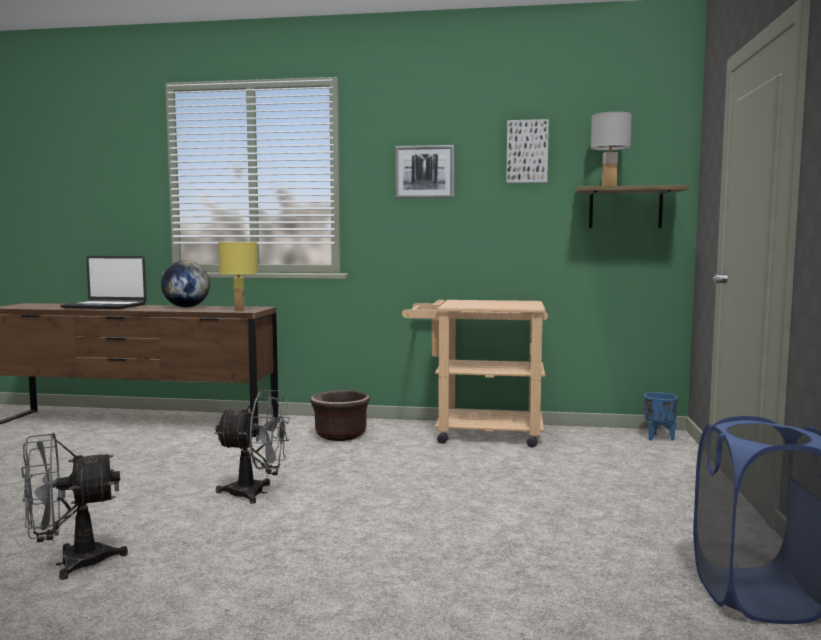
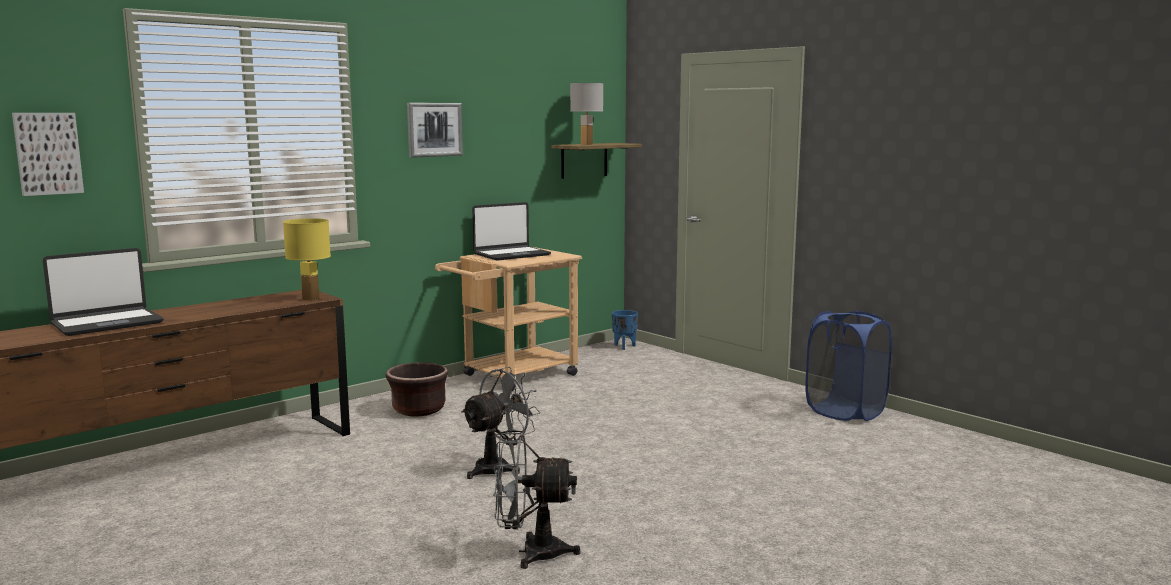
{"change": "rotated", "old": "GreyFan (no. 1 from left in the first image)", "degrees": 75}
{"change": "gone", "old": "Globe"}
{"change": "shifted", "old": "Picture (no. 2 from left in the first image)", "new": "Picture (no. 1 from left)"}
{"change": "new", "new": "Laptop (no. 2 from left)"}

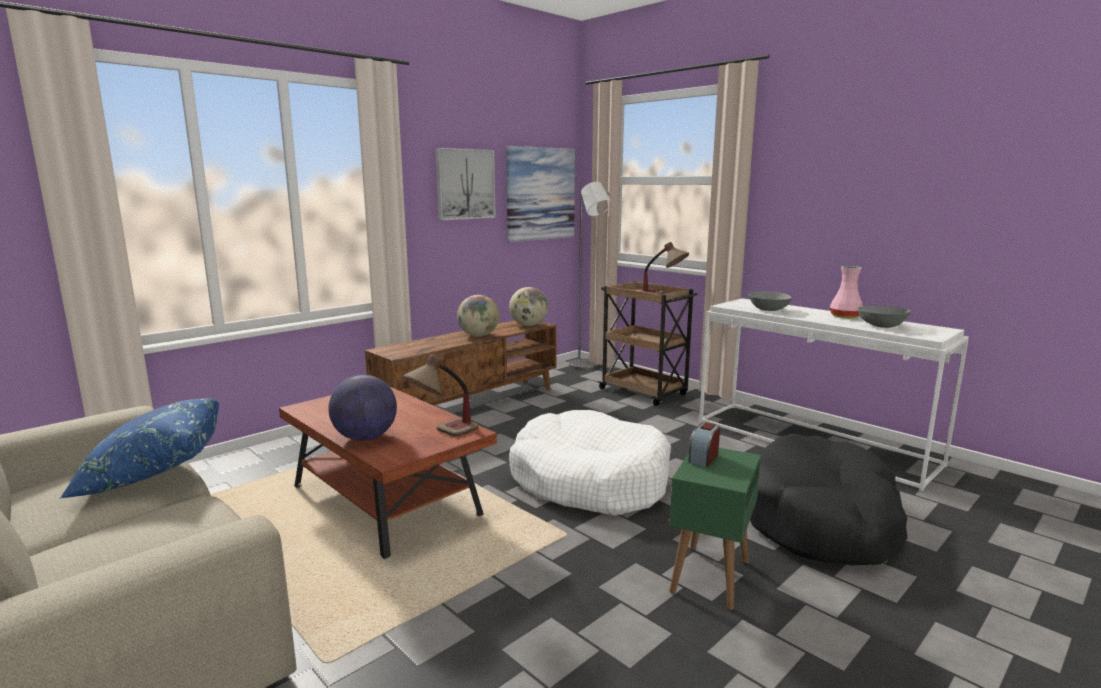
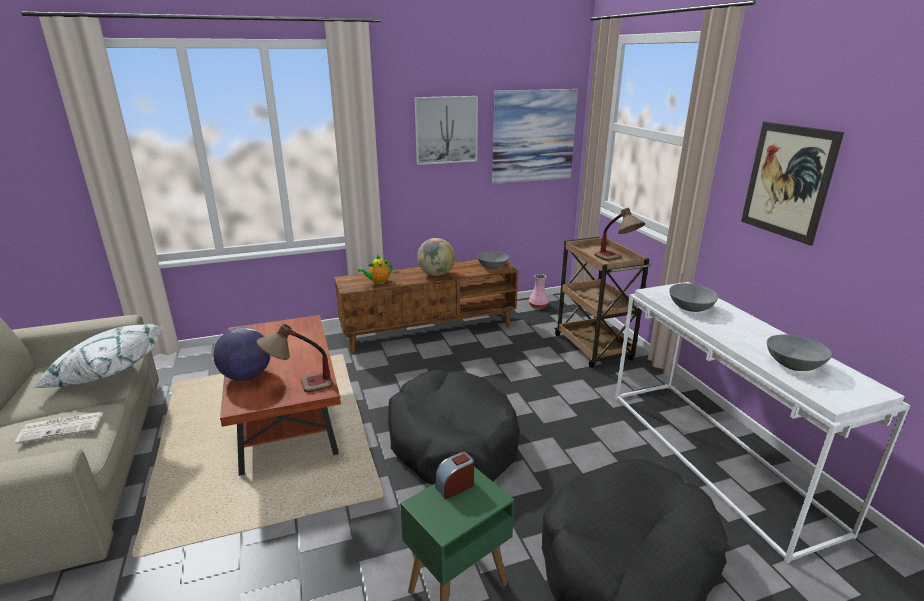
{"change": "repainted", "old": "BluePillow", "new": "WhitePillow"}
{"change": "swapped", "old": "Globe (no. 3 from left)", "new": "GreyBowl (no. 1 from left)"}
{"change": "repainted", "old": "WhiteDogBed", "new": "BlackDogBed (no. 1 from left)"}
{"change": "gone", "old": "GreyFloorLamp"}
{"change": "shifted", "old": "PinkVase"}
{"change": "new", "new": "Newspaper"}
{"change": "new", "new": "Teapot"}
{"change": "new", "new": "Picture (no. 3 from left)"}

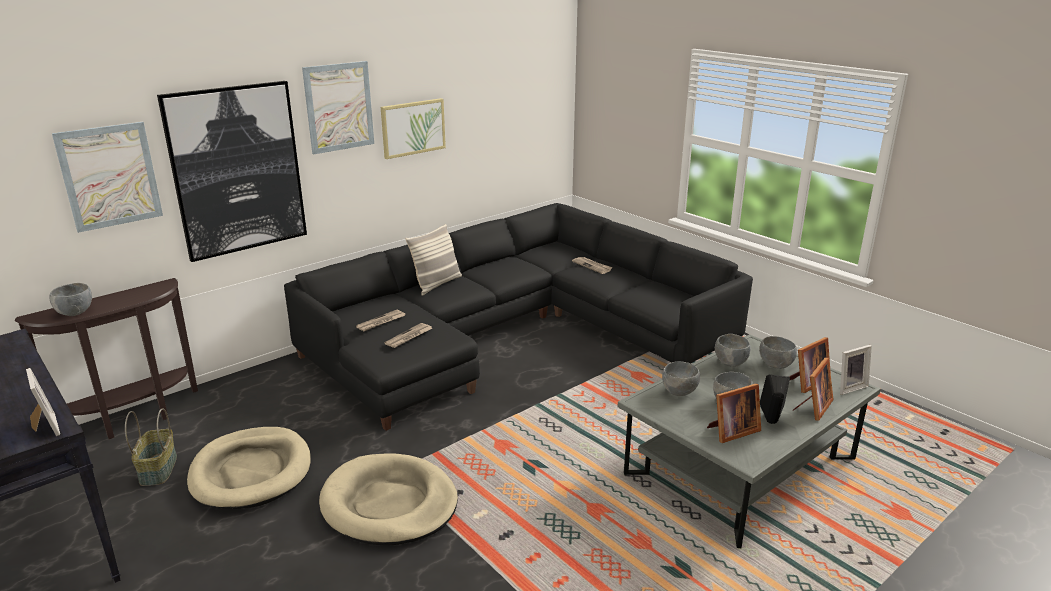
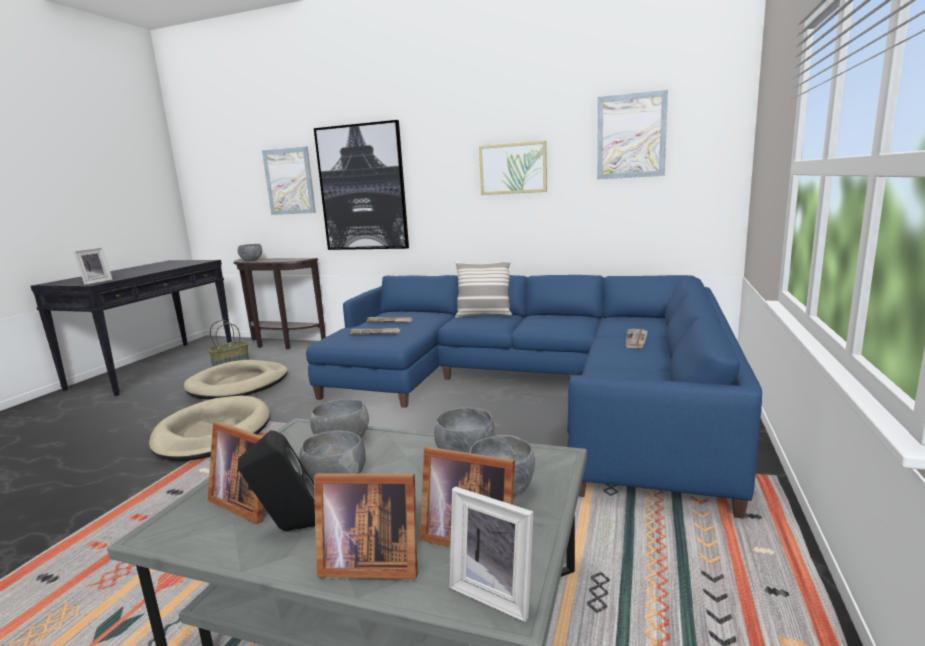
{"change": "repainted", "old": "BlackSofa", "new": "BlueSofa"}
{"change": "shifted", "old": "Picture (no. 3 from left in the first image)", "new": "Picture (no. 4 from left)"}

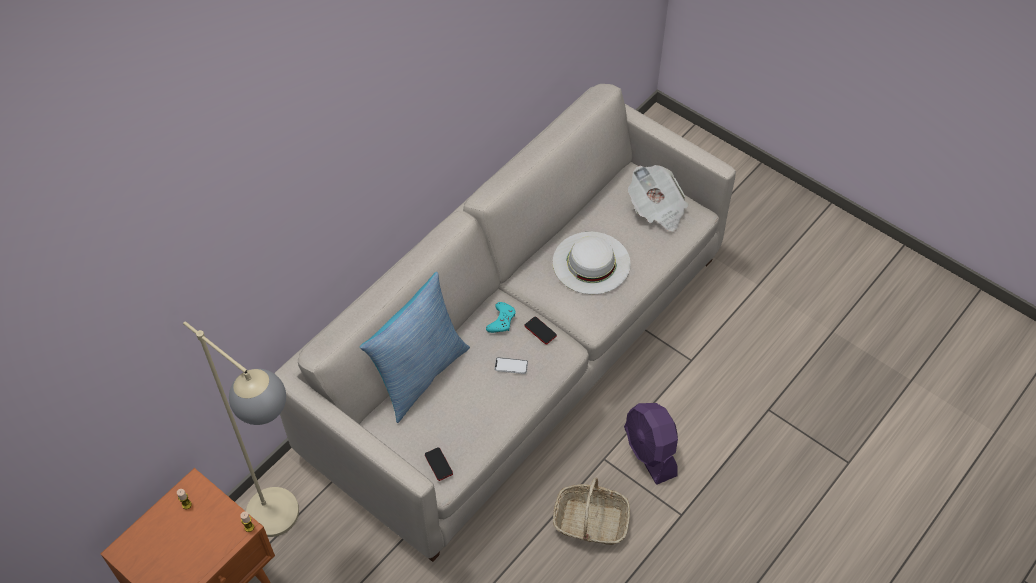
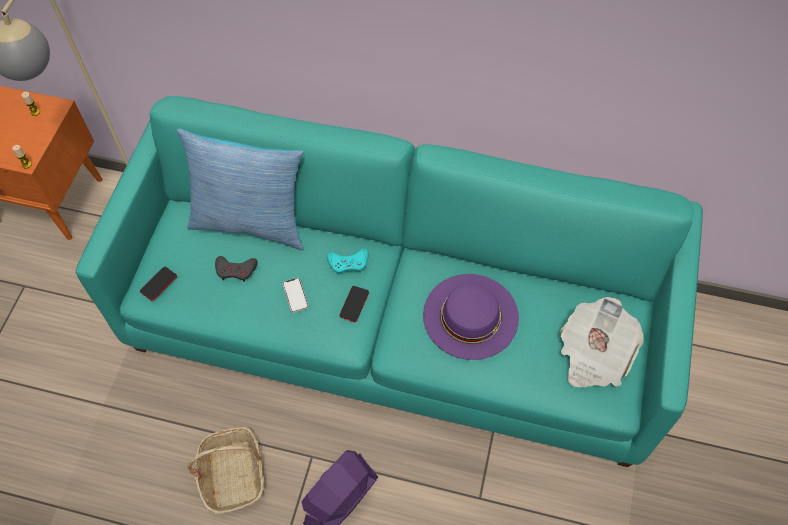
{"change": "repainted", "old": "BeigeSofa", "new": "TurquoiseSofa"}
{"change": "repainted", "old": "WhiteHat", "new": "PurpleHat"}
{"change": "new", "new": "GreyGameController"}

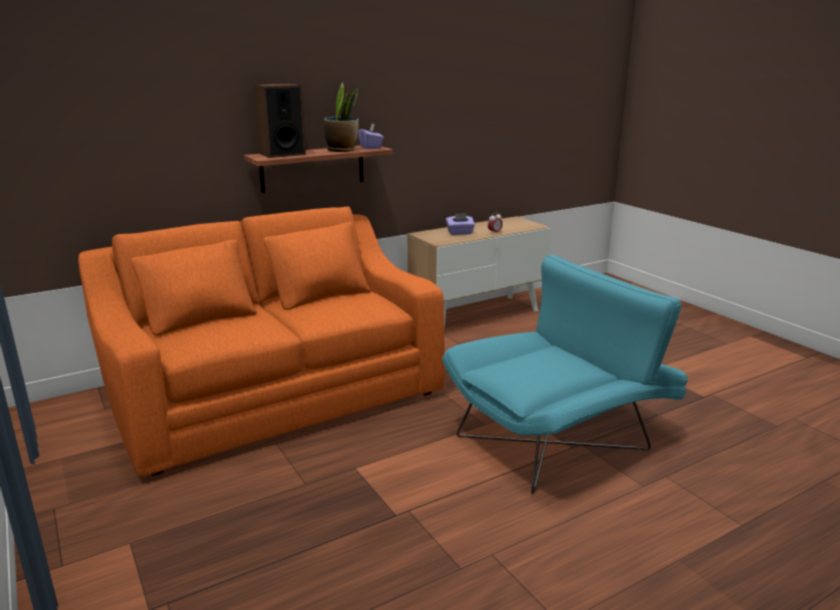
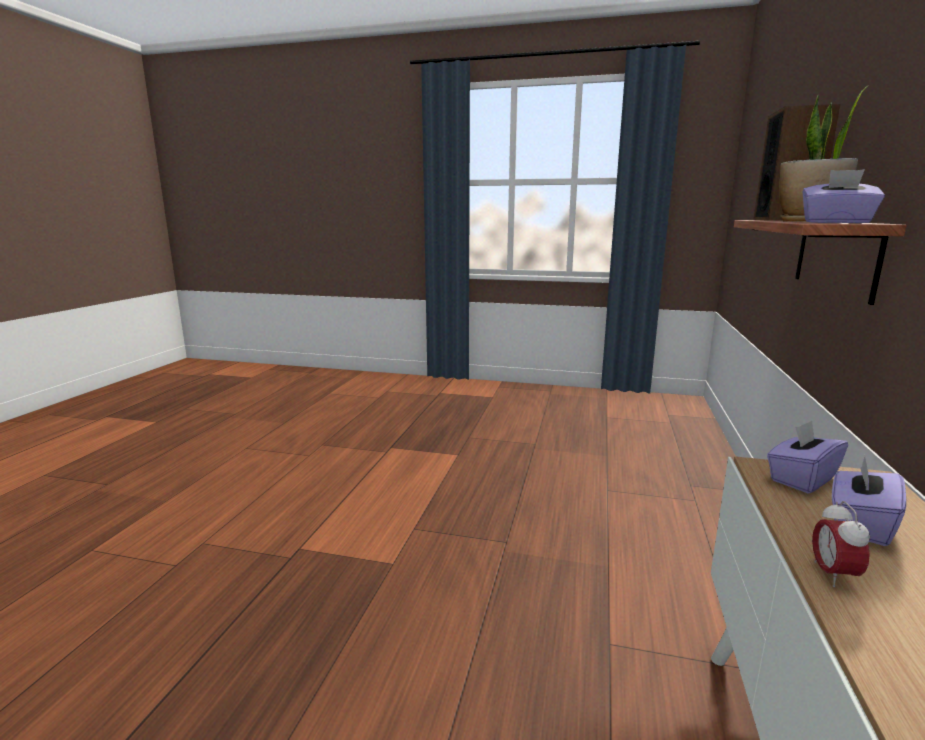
{"change": "gone", "old": "OrangeSofa"}
{"change": "gone", "old": "TurquoiseArmchair"}
{"change": "new", "new": "PurpleTissueBox (no. 1 from left)"}

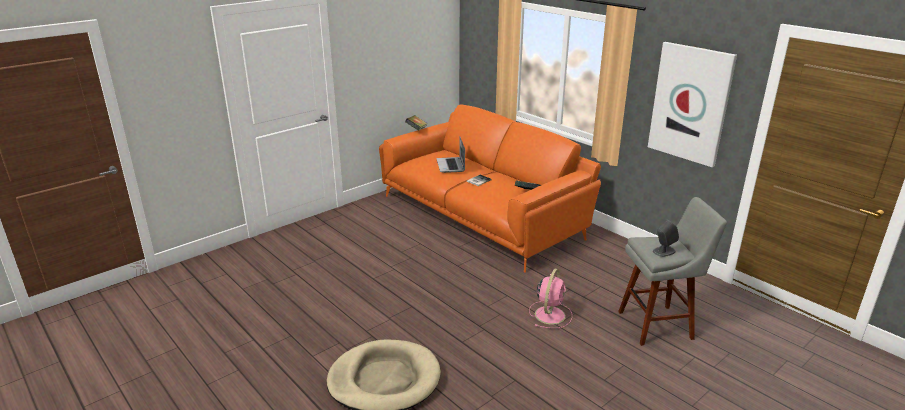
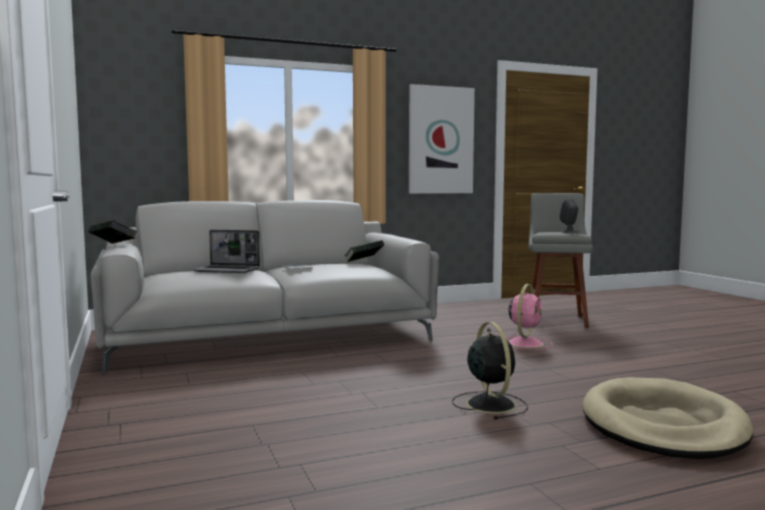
{"change": "repainted", "old": "OrangeSofa", "new": "GreySofa"}
{"change": "rotated", "old": "PinkFan", "degrees": 75}
{"change": "new", "new": "BlackFan"}

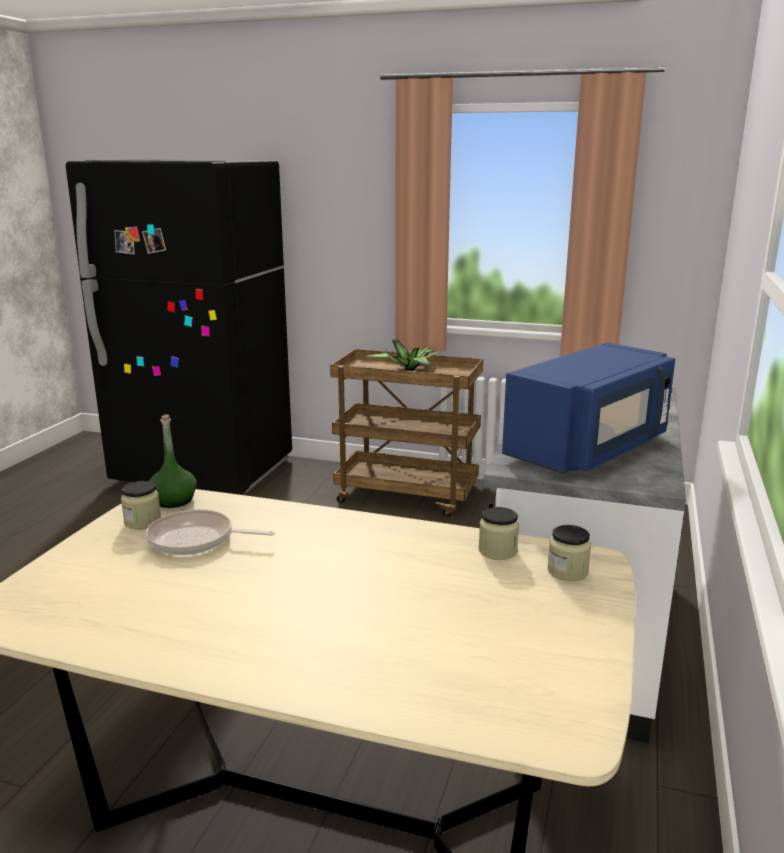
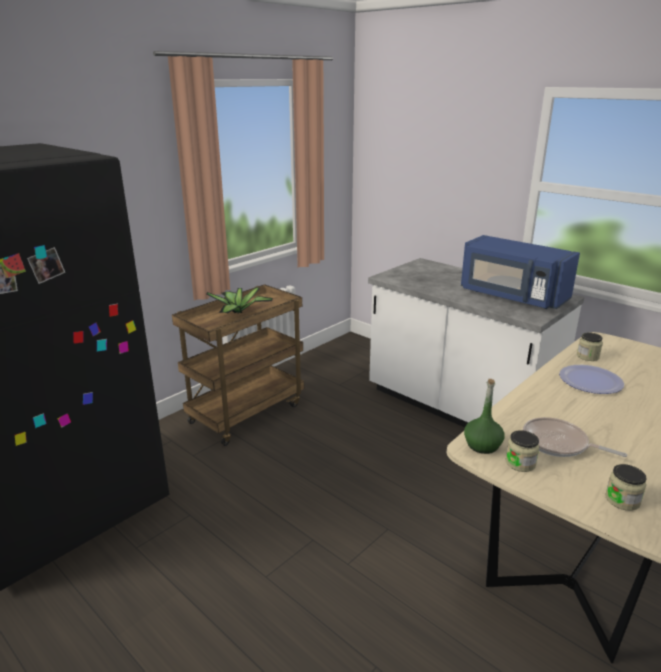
{"change": "rotated", "old": "FryingPan", "degrees": 90}
{"change": "rotated", "old": "BlueMicrowave", "degrees": 150}
{"change": "shifted", "old": "Jar (no. 3 from left)"}
{"change": "new", "new": "Plate"}

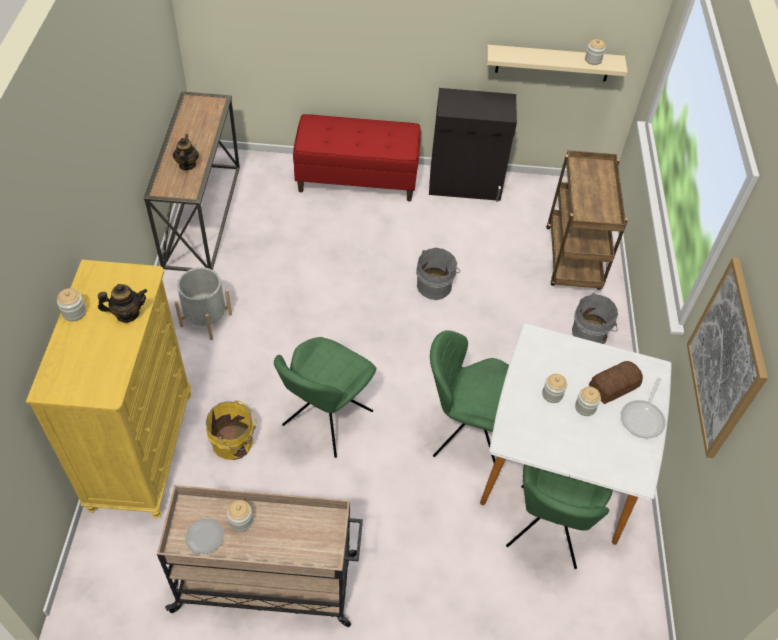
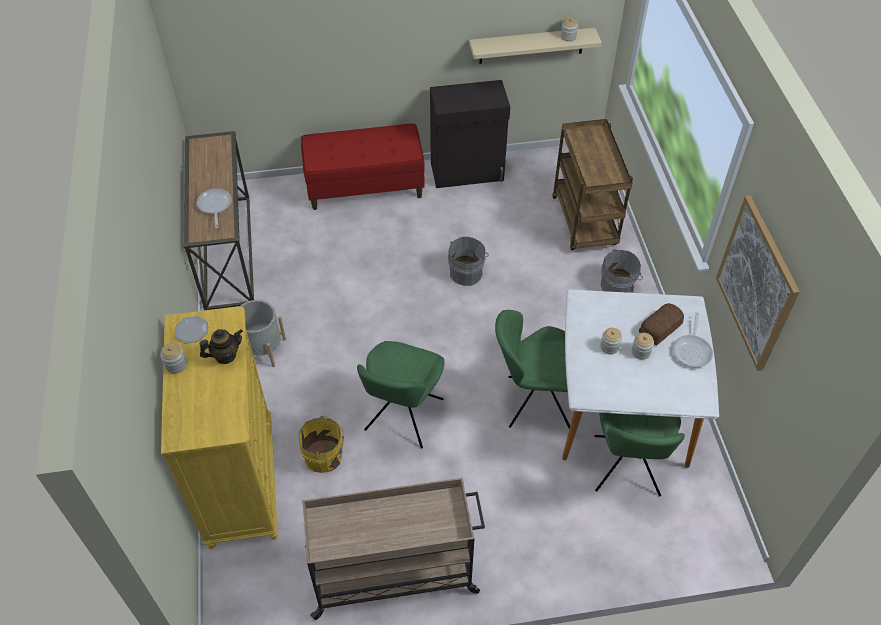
{"change": "swapped", "old": "Teapot (no. 2 from left)", "new": "FryingPan (no. 1 from left)"}
{"change": "shifted", "old": "Plate"}
{"change": "gone", "old": "Jar (no. 2 from left)"}

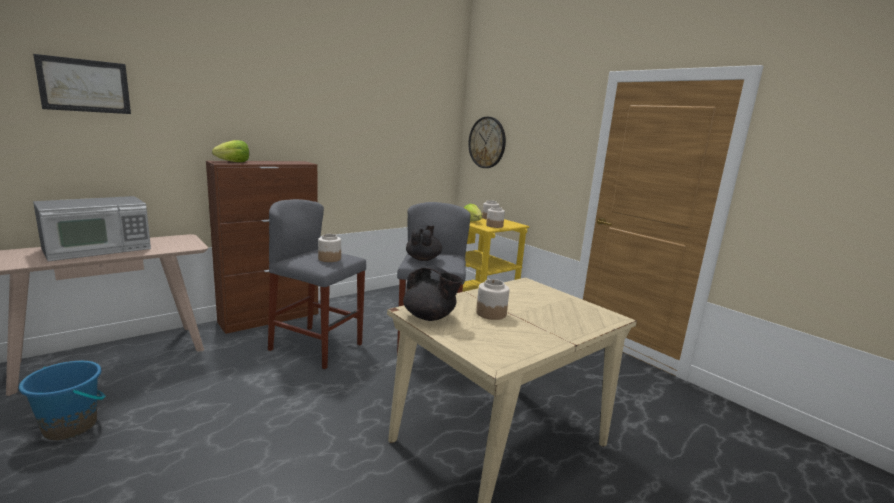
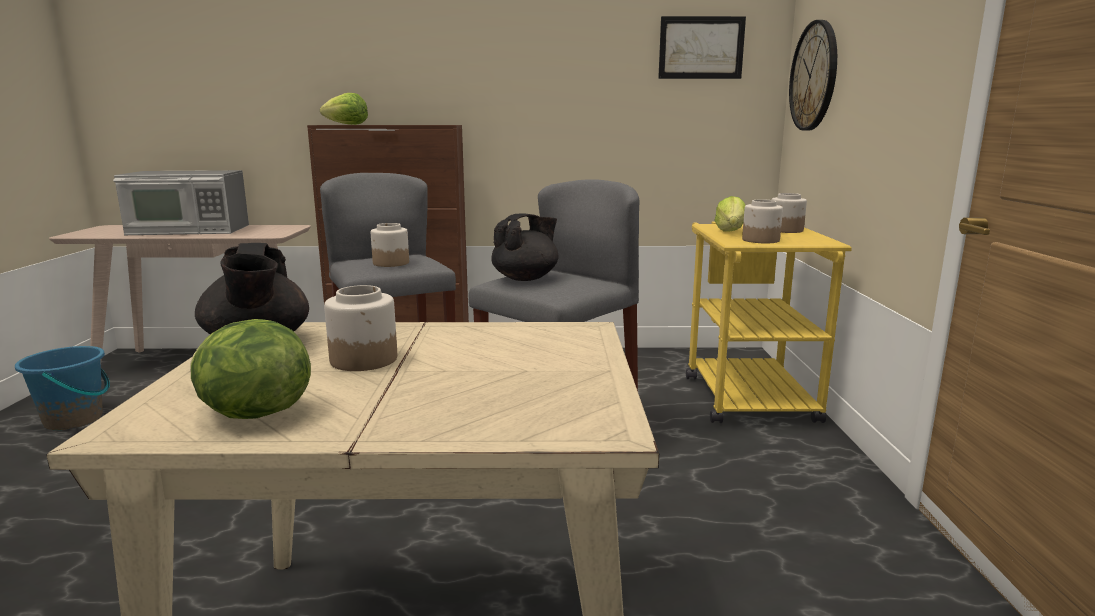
{"change": "shifted", "old": "Picture"}
{"change": "new", "new": "Lettuce (no. 1 from left)"}

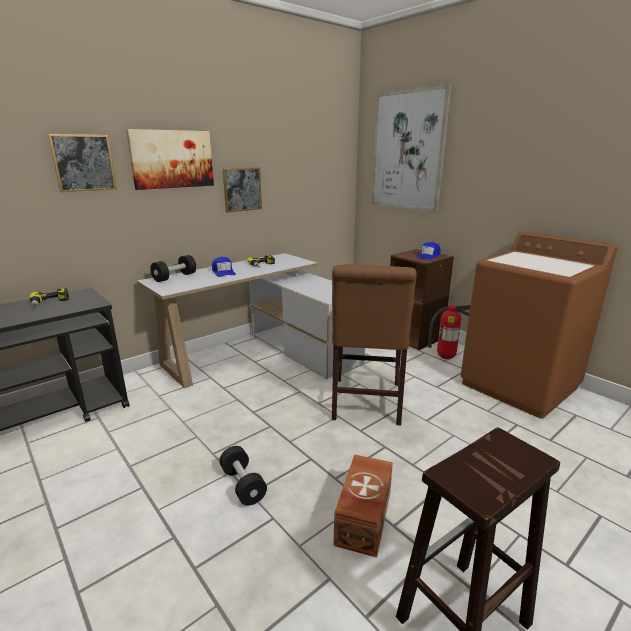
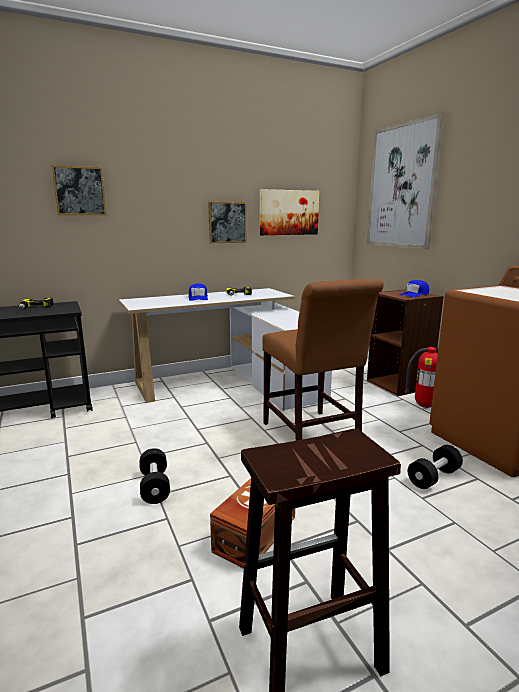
{"change": "shifted", "old": "Picture (no. 2 from left in the first image)", "new": "Picture (no. 3 from left)"}
{"change": "shifted", "old": "BlackDumbbell (no. 1 from left in the first image)", "new": "BlackDumbbell (no. 2 from left)"}
{"change": "rotated", "old": "BrownChair", "degrees": -45}

